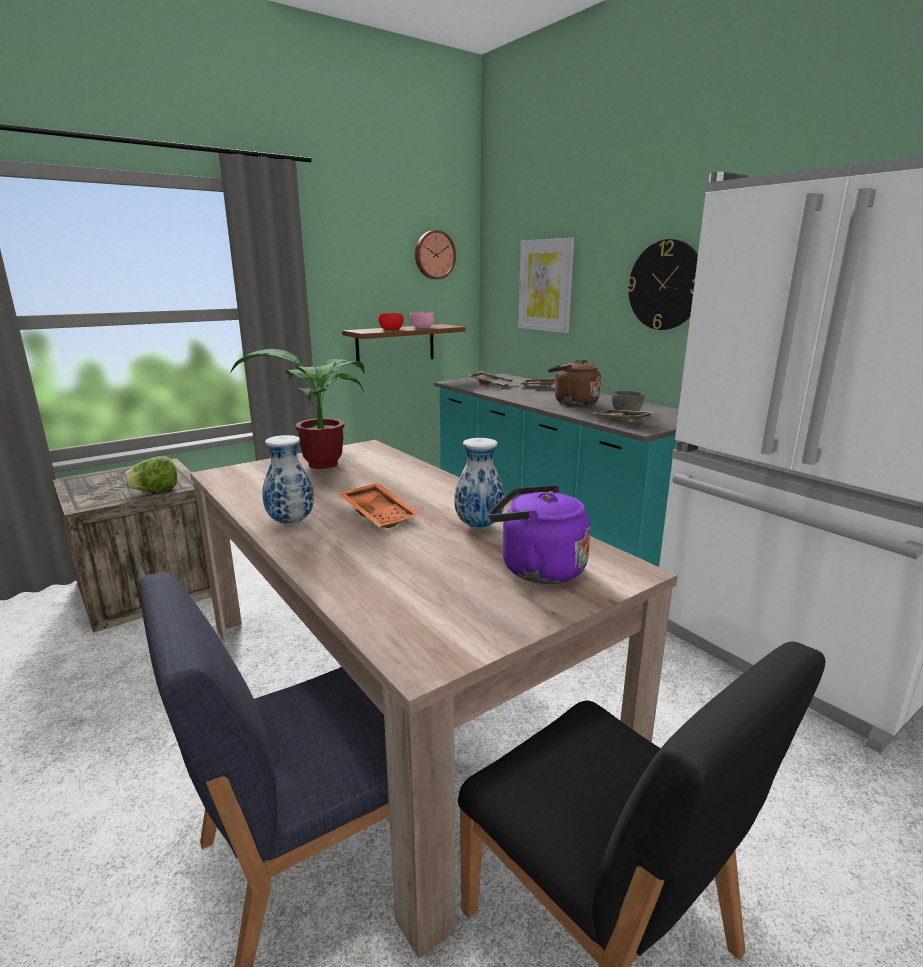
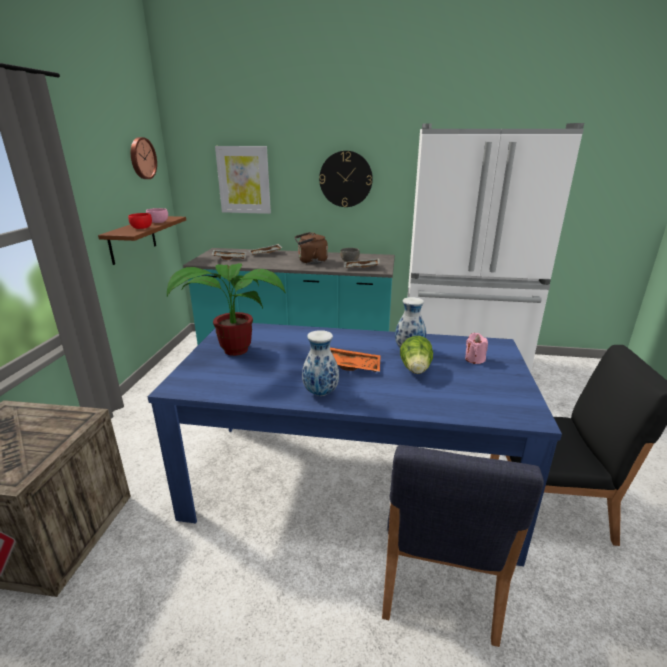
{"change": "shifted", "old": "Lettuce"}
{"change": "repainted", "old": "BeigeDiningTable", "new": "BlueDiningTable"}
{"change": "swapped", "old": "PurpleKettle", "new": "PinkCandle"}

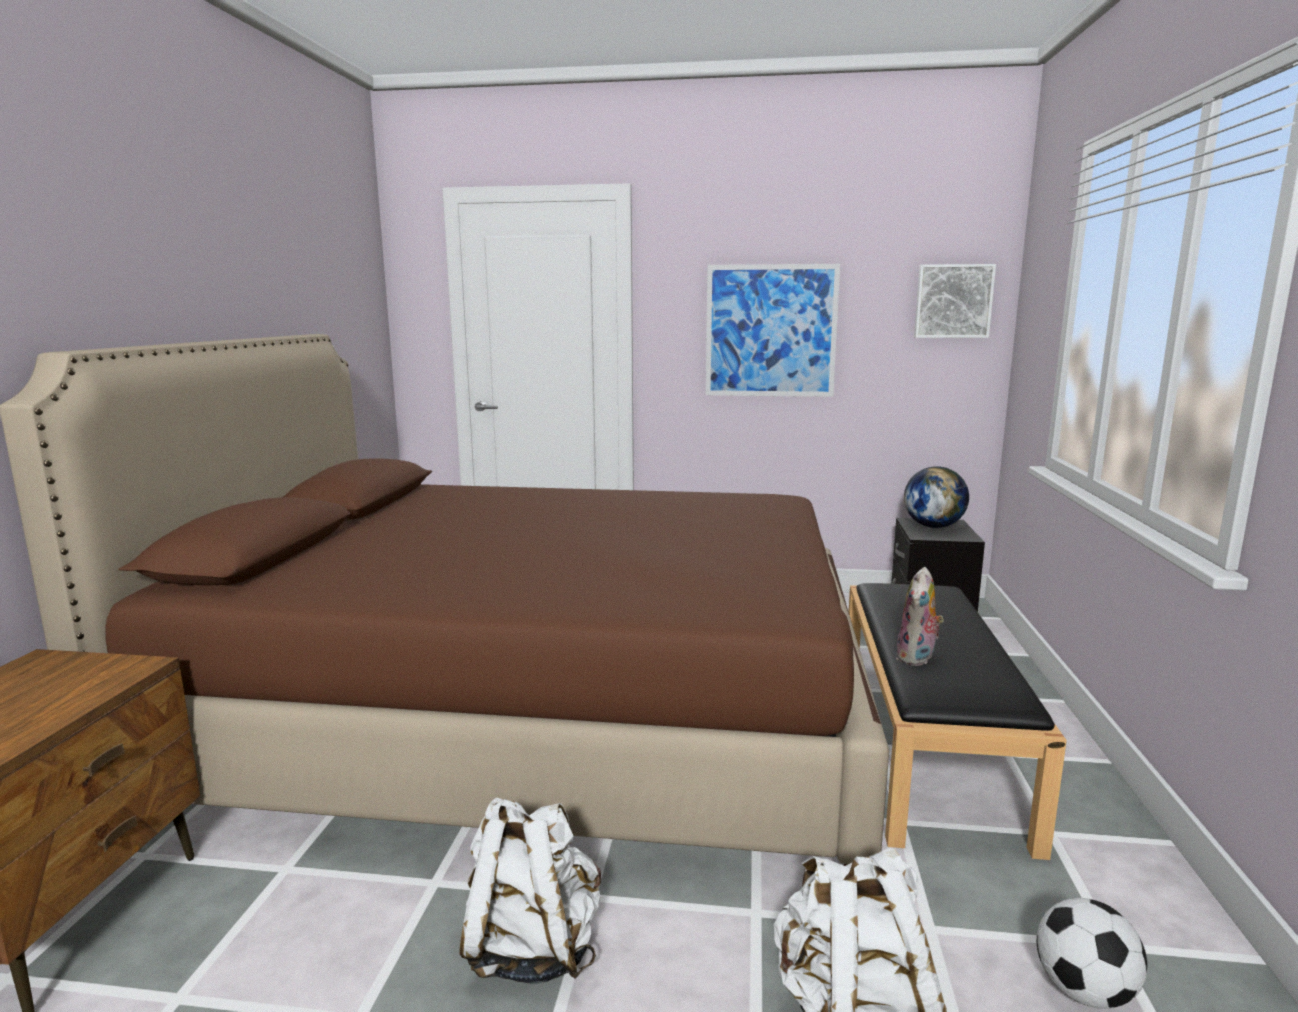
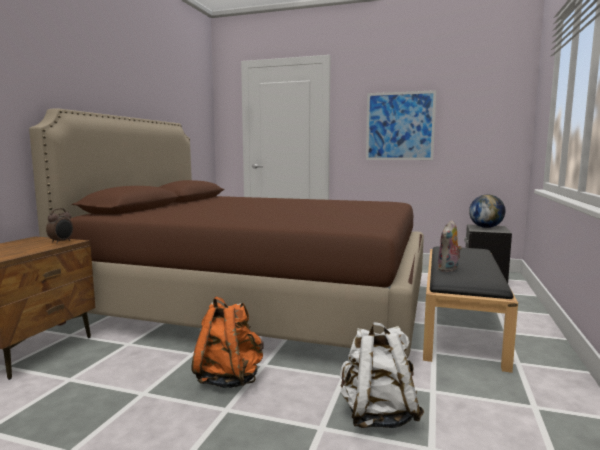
{"change": "repainted", "old": "WhiteBackpack (no. 1 from left)", "new": "OrangeBackpack"}
{"change": "gone", "old": "Picture (no. 2 from left)"}
{"change": "gone", "old": "Football"}
{"change": "new", "new": "AlarmClock"}

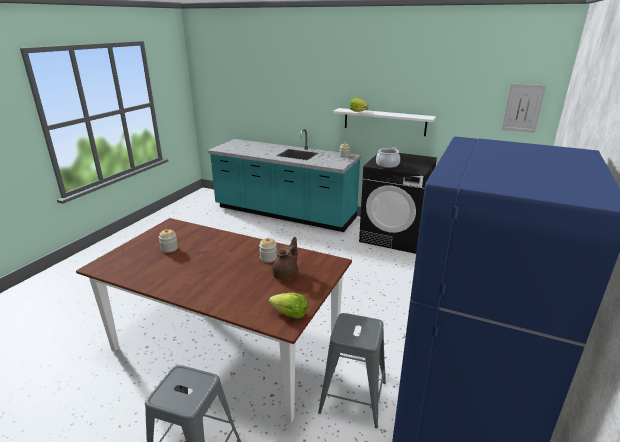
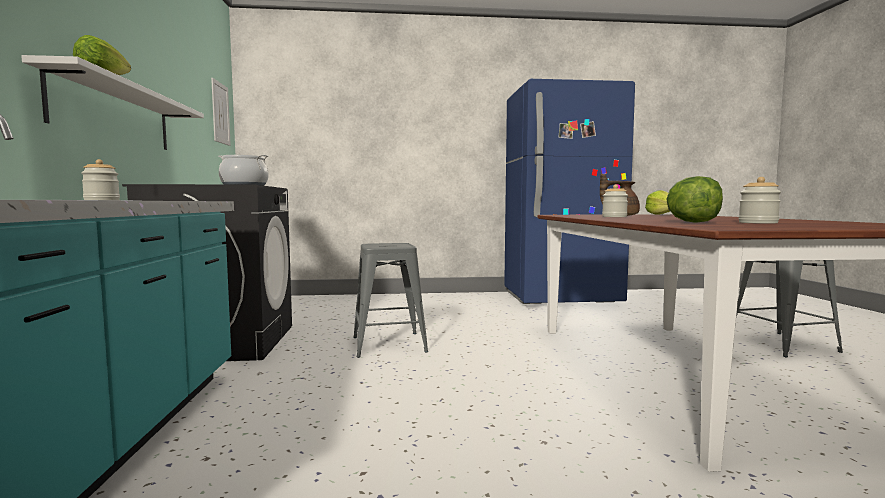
{"change": "shifted", "old": "GreyStool (no. 2 from left in the first image)", "new": "GreyStool (no. 1 from left)"}
{"change": "new", "new": "Lettuce (no. 3 from left)"}

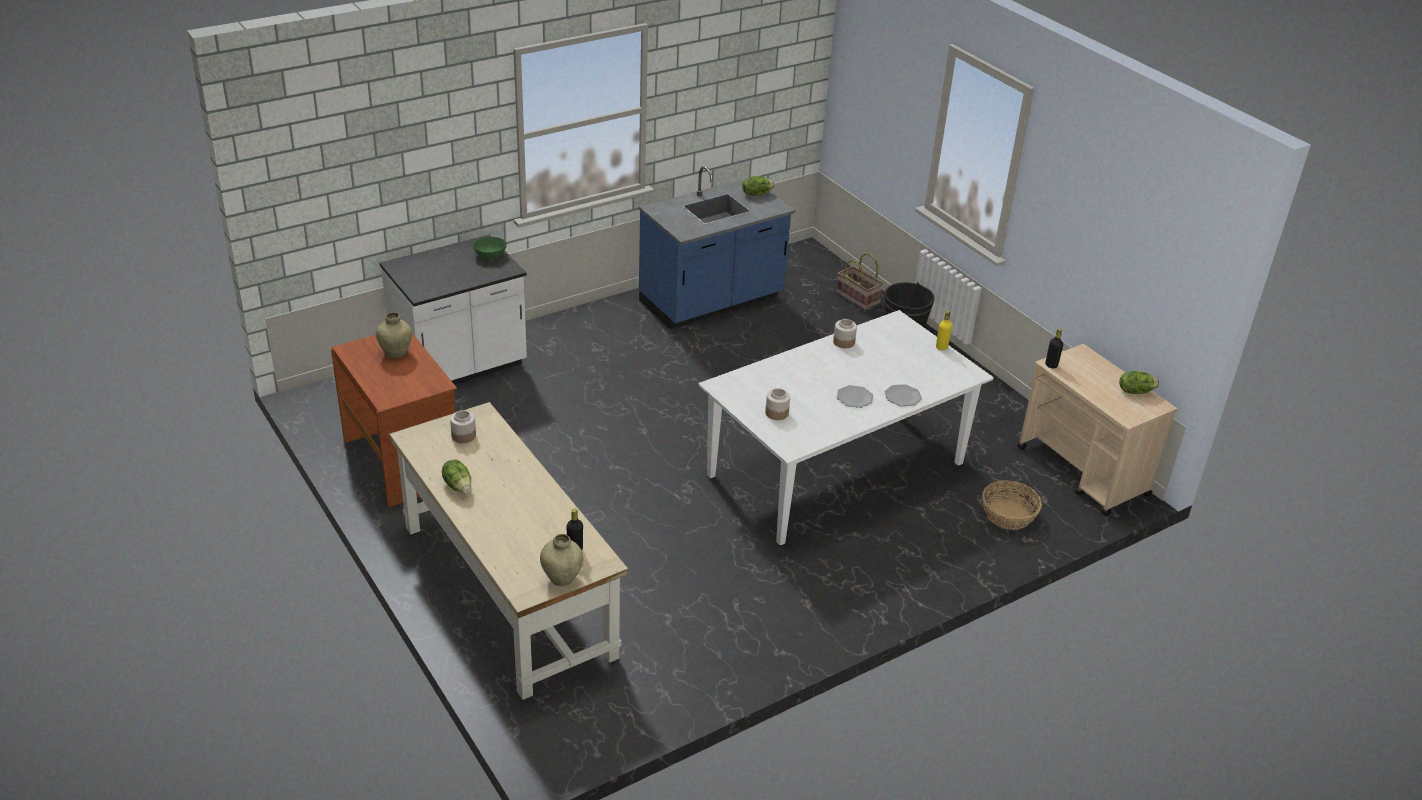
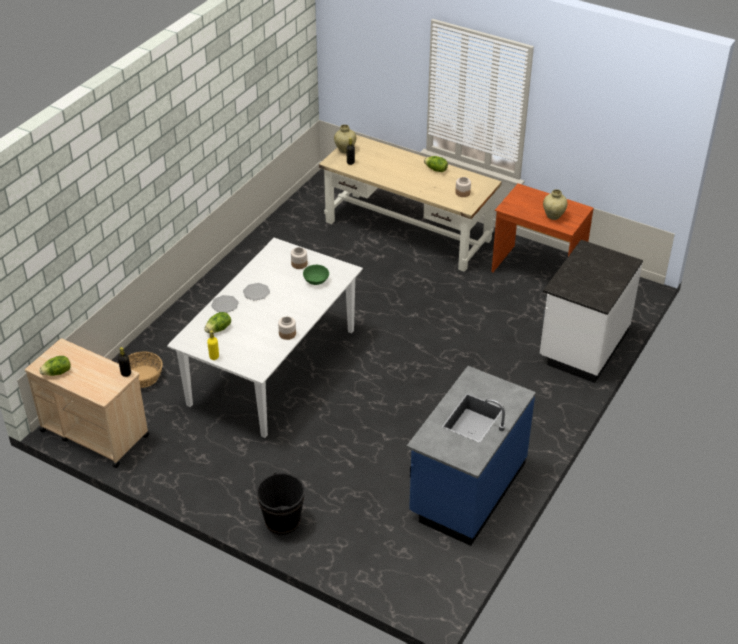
{"change": "shifted", "old": "GreenBowl"}
{"change": "shifted", "old": "Lettuce (no. 2 from left)"}
{"change": "gone", "old": "Basket (no. 1 from left)"}

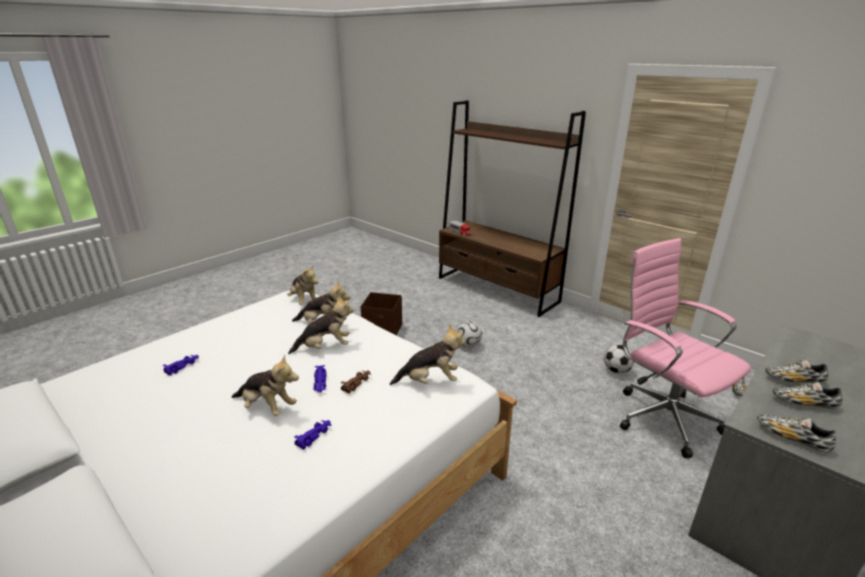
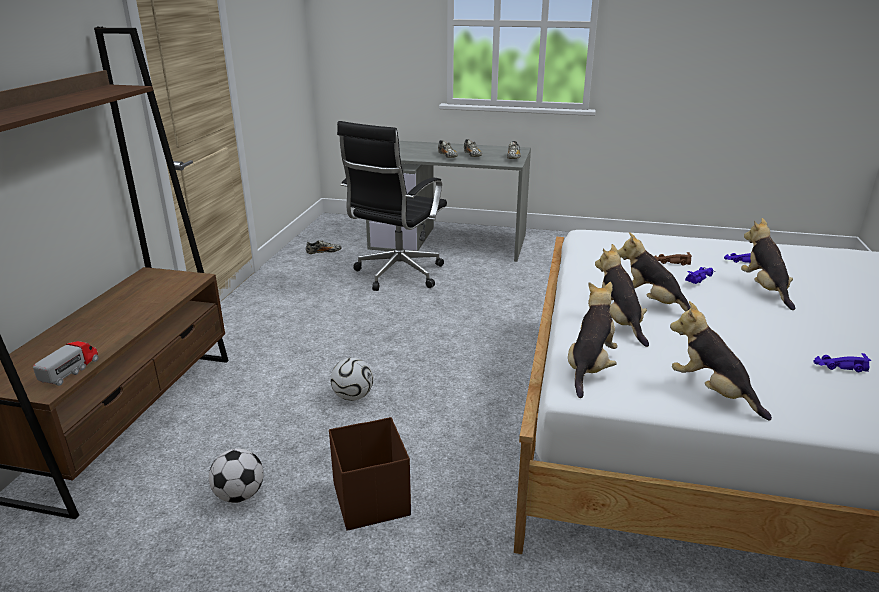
{"change": "shifted", "old": "PlushToy (no. 5 from left in the first image)", "new": "PlushToy (no. 4 from left)"}
{"change": "shifted", "old": "Football (no. 2 from left in the first image)", "new": "Football (no. 1 from left)"}
{"change": "repainted", "old": "PinkOfficeChair", "new": "BlackOfficeChair"}

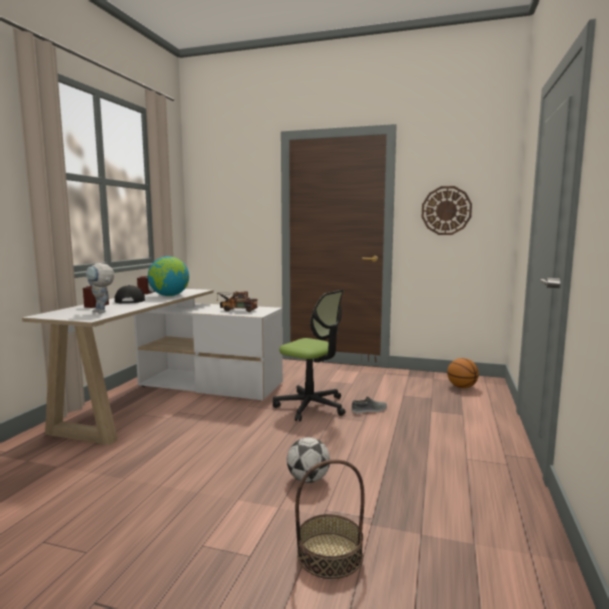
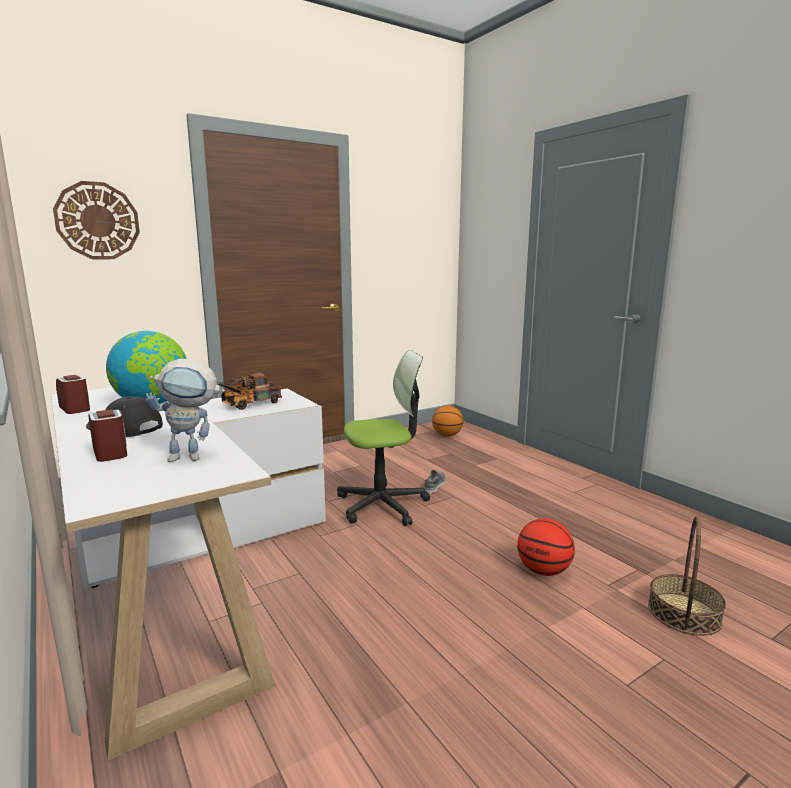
{"change": "swapped", "old": "Football", "new": "Basketball (no. 2 from left)"}
{"change": "shifted", "old": "WallClock"}

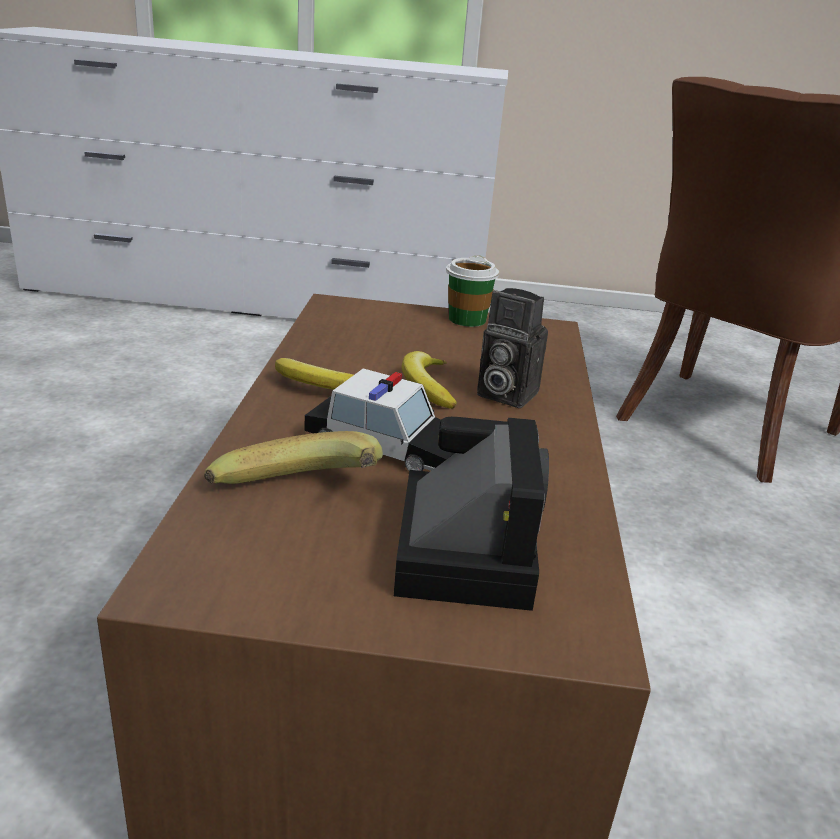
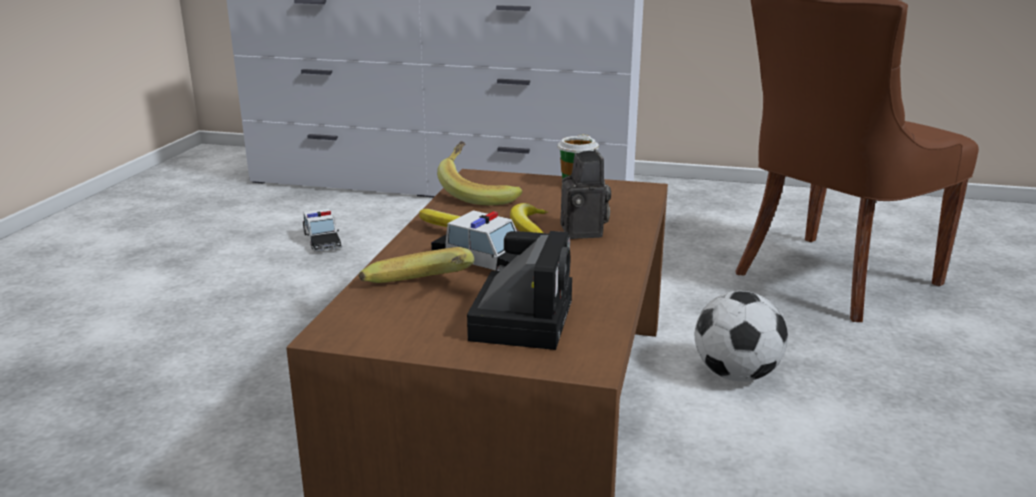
{"change": "rotated", "old": "PhotoCamera (no. 2 from left)", "degrees": -135}
{"change": "new", "new": "ToyCar (no. 1 from left)"}
{"change": "new", "new": "Banana (no. 3 from left)"}
{"change": "new", "new": "Football"}

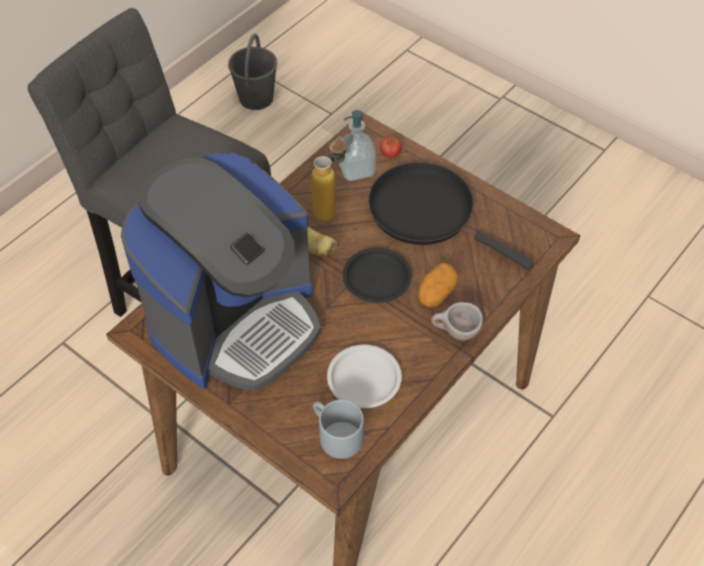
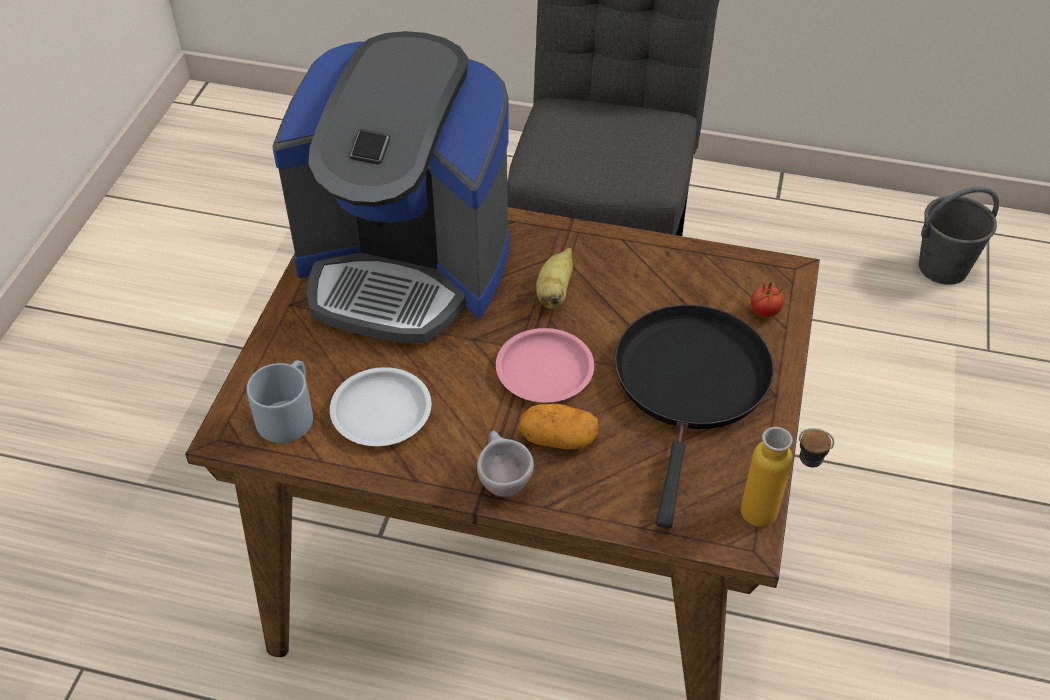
{"change": "shifted", "old": "Bottle"}
{"change": "gone", "old": "SoapDispenser"}
{"change": "repainted", "old": "BlackPlate", "new": "PinkPlate"}

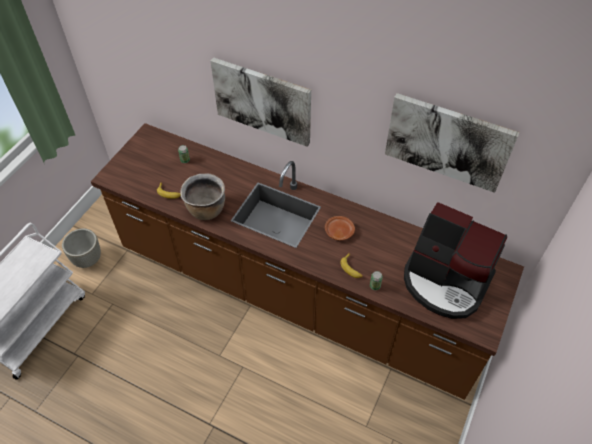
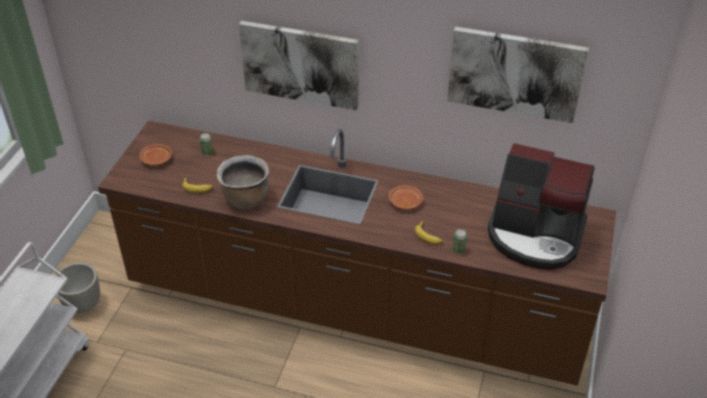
{"change": "new", "new": "BrownPlate (no. 1 from left)"}

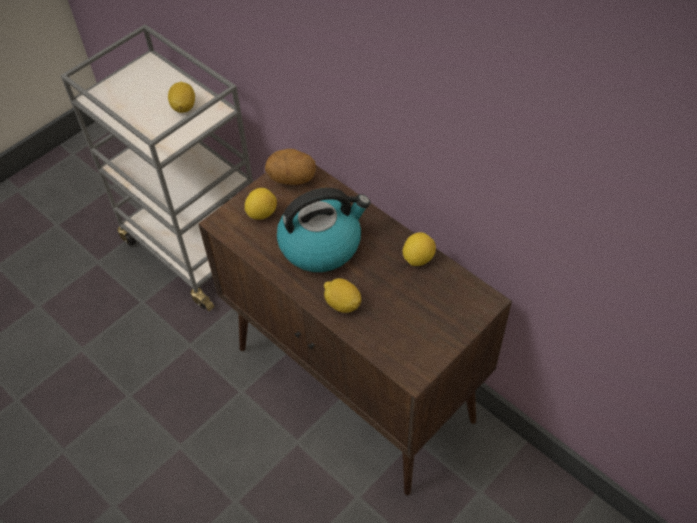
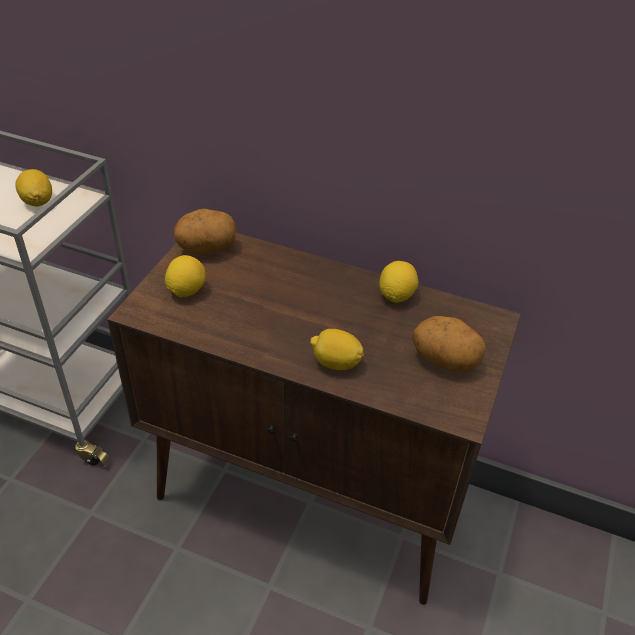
{"change": "gone", "old": "Kettle"}
{"change": "new", "new": "Potato (no. 2 from left)"}

